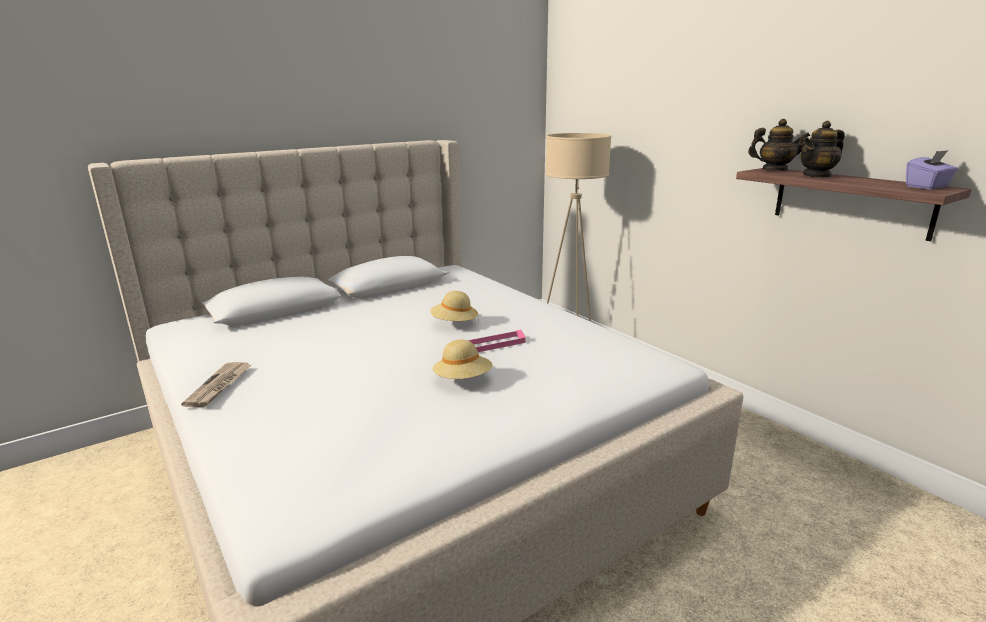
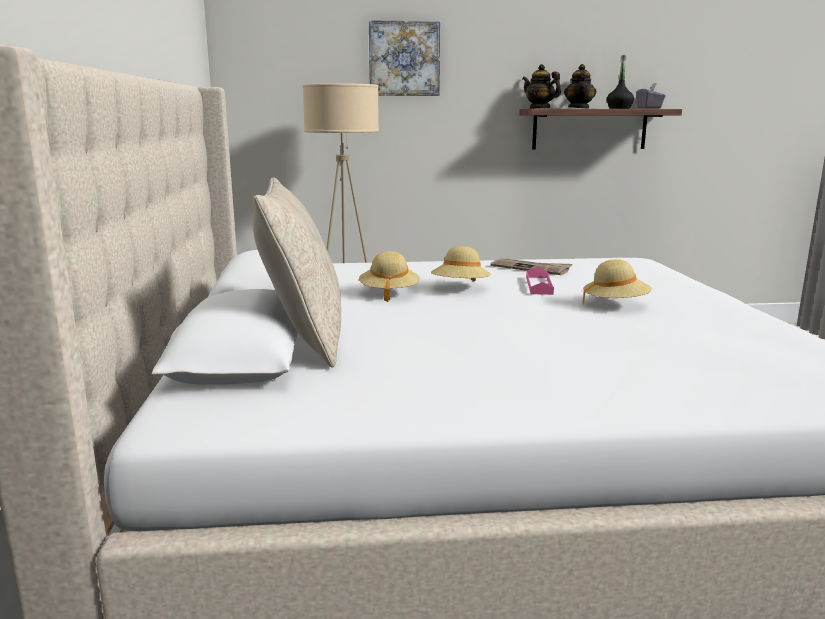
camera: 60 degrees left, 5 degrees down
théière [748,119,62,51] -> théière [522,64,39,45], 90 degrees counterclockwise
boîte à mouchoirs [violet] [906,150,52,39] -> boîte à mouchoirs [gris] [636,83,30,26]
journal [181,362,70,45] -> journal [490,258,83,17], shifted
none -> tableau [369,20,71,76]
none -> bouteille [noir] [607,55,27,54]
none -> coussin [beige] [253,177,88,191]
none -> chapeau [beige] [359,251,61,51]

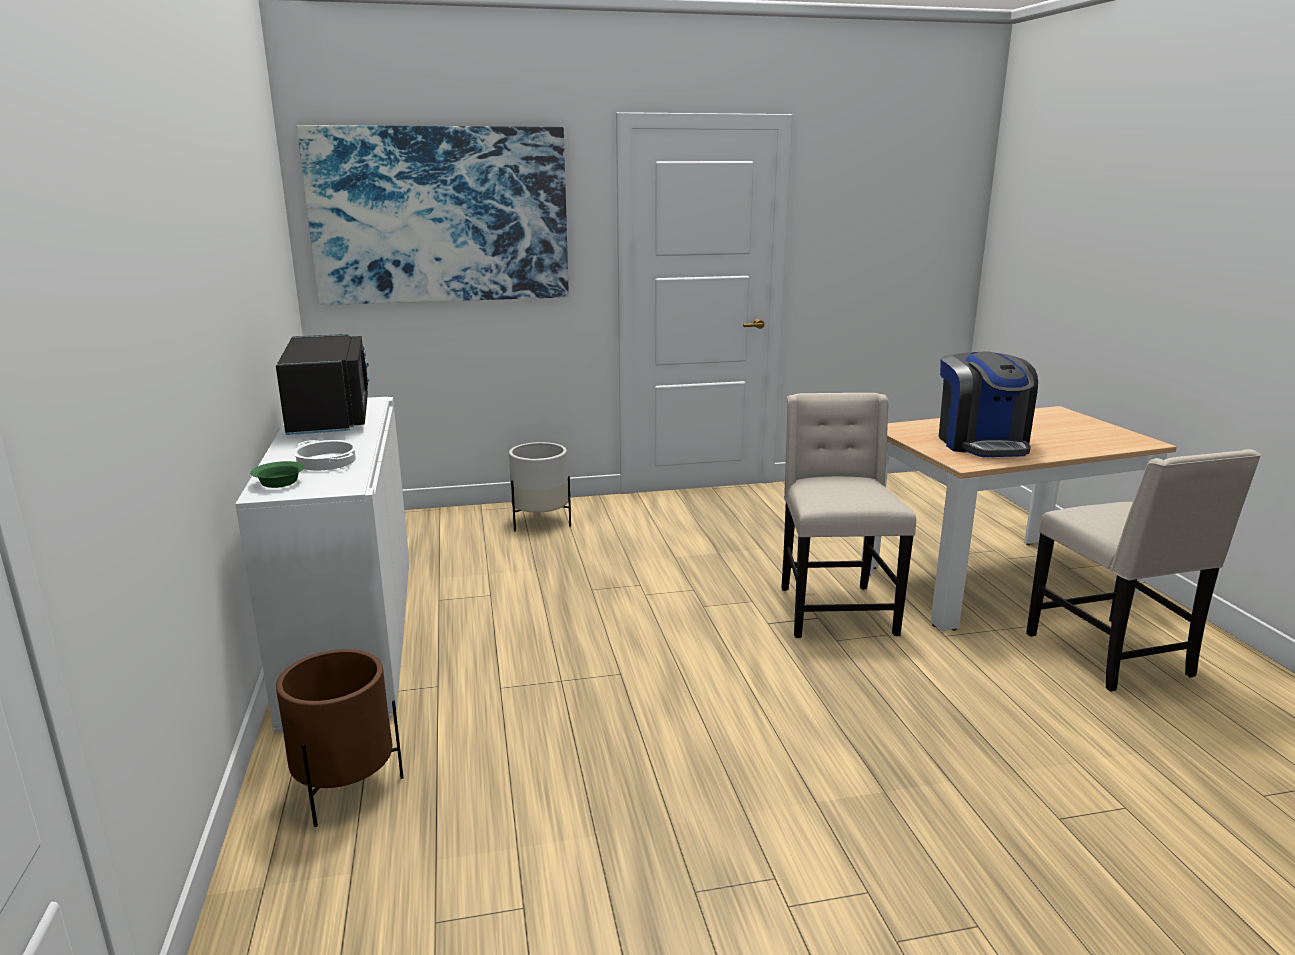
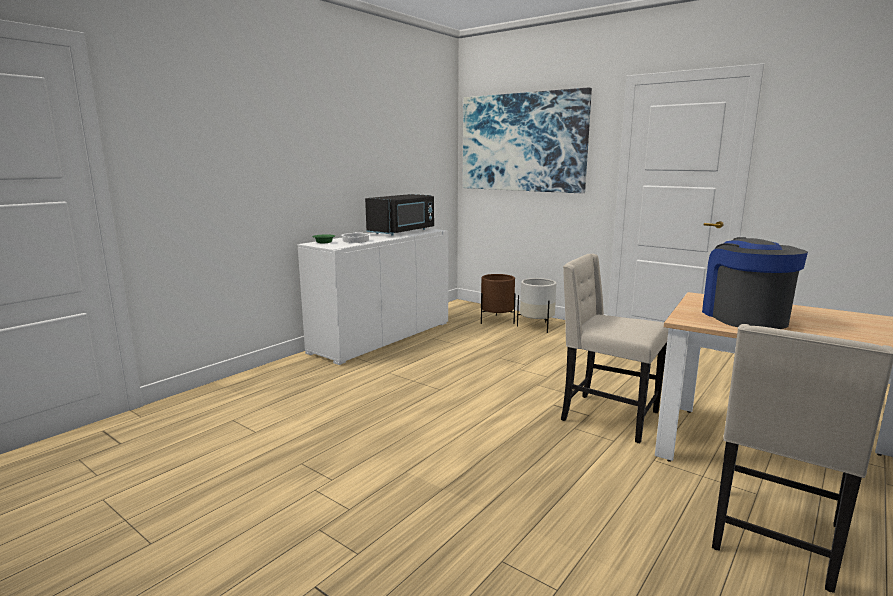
camera: 50 degrees right, 5 degrees down
machine à café [939,351,99,106] -> machine à café [702,238,106,91], 135 degrees clockwise
chaise [beige] [782,393,134,245] -> chaise [beige] [561,254,108,189], 105 degrees counterclockwise
cache-pot [marron] [276,649,127,178] -> cache-pot [marron] [481,274,35,50], shifted

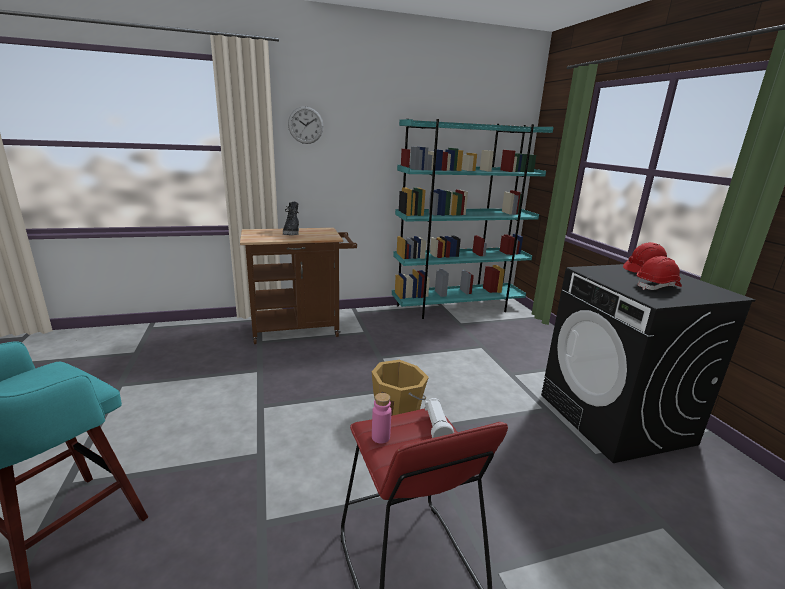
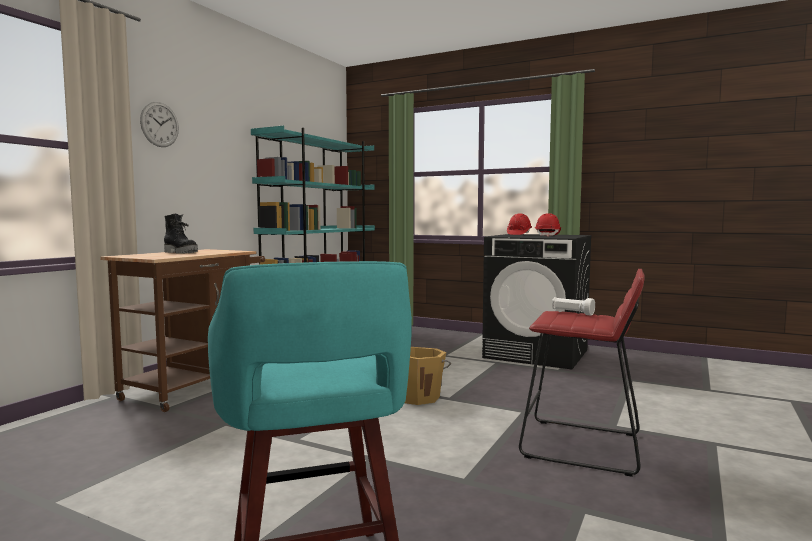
camera: 45 degrees left, 15 degrees down
bouteille [rose] [372,393,19,50] -> none

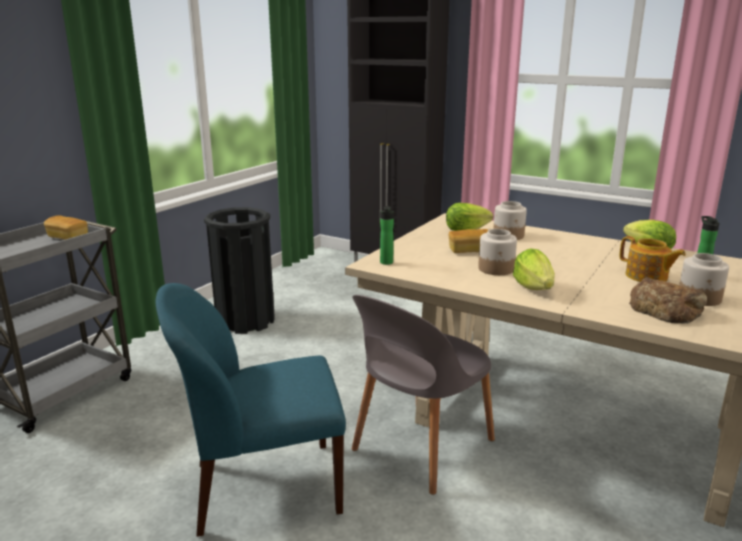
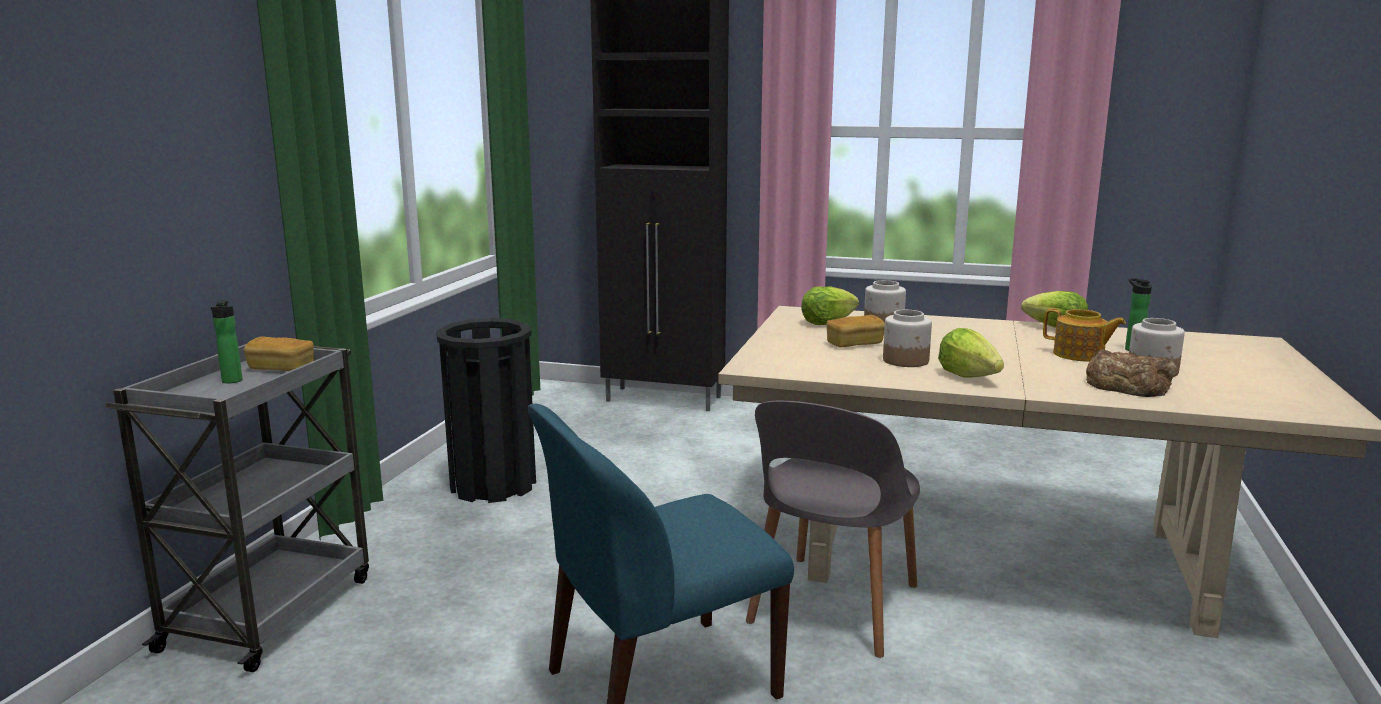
camera: 15 degrees left, 5 degrees down
bouteille [380,206,14,59] -> bouteille [210,300,33,83], shifted

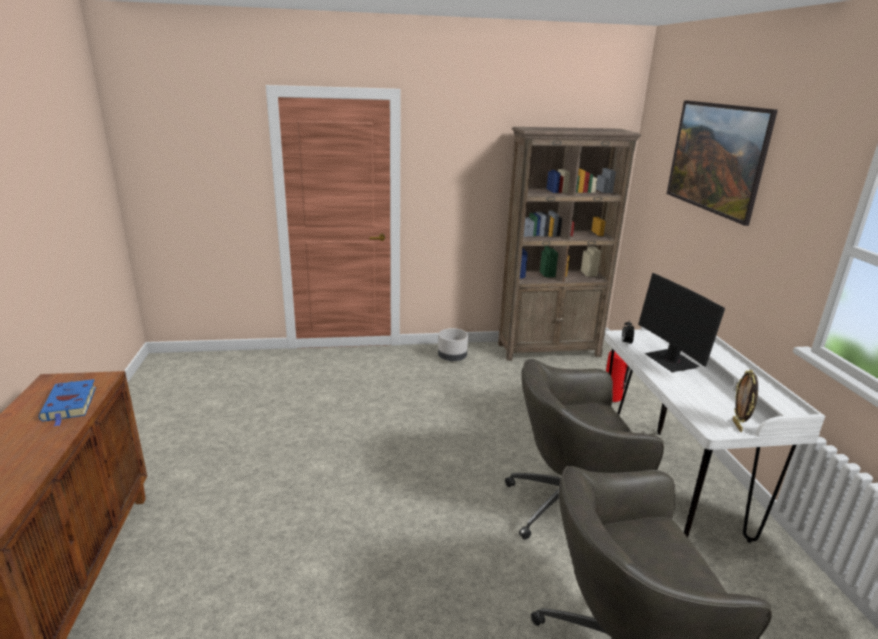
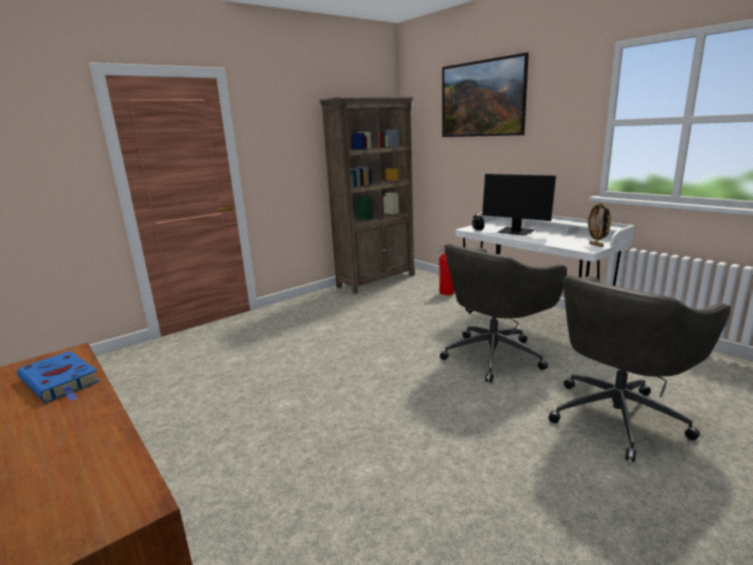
camera: 30 degrees left, 5 degrees down
cache-pot [gris] [438,328,30,33] -> none

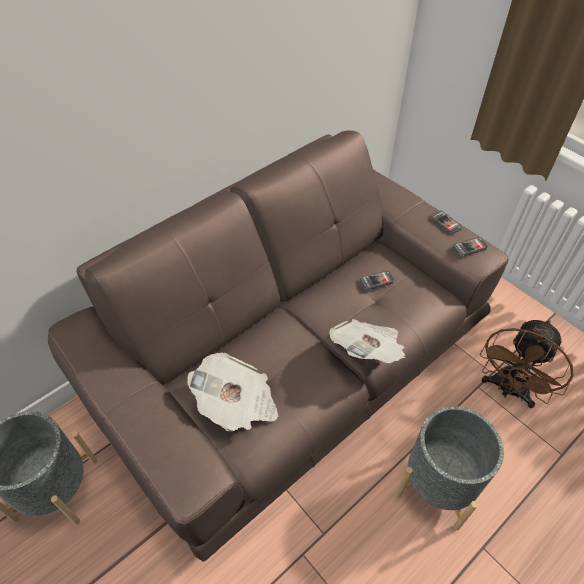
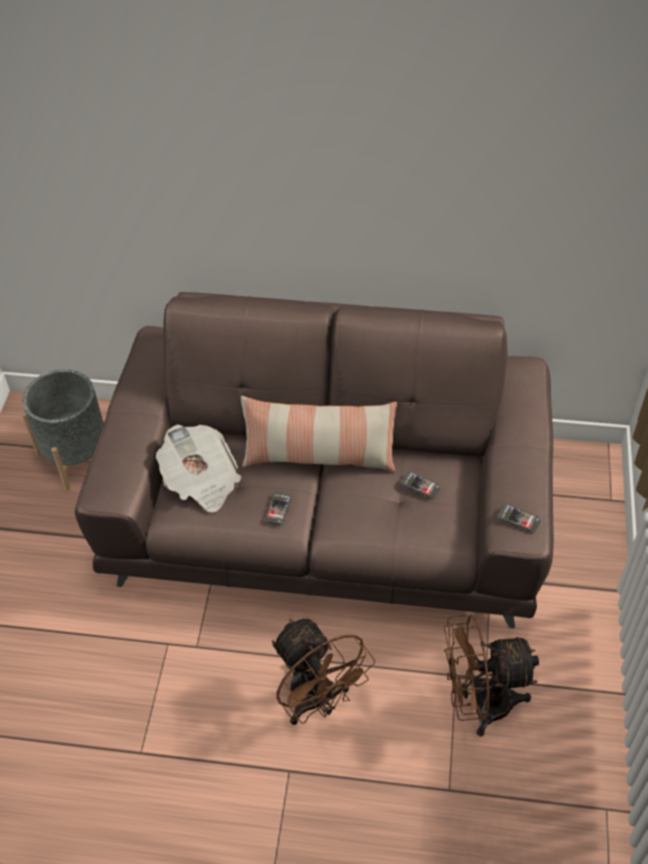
camera: 50 degrees right, 0 degrees up
téléphone [430,210,32,24] -> téléphone [265,491,27,35], shifted
journal [329,319,76,44] -> none
cache-pot [gris] [396,406,108,124] -> ventilateur [marron] [272,619,103,106]
none -> coussin [241,396,156,76]

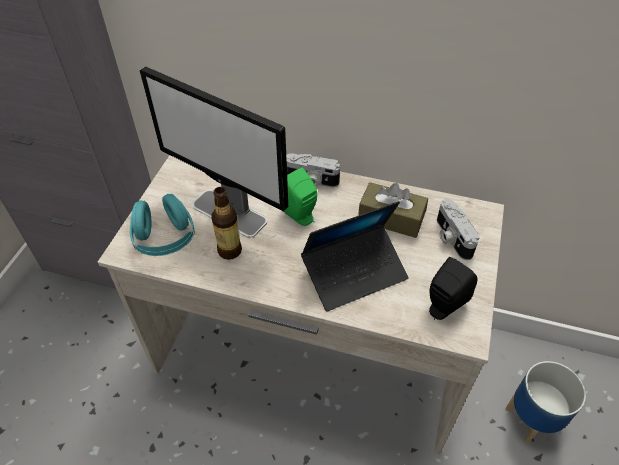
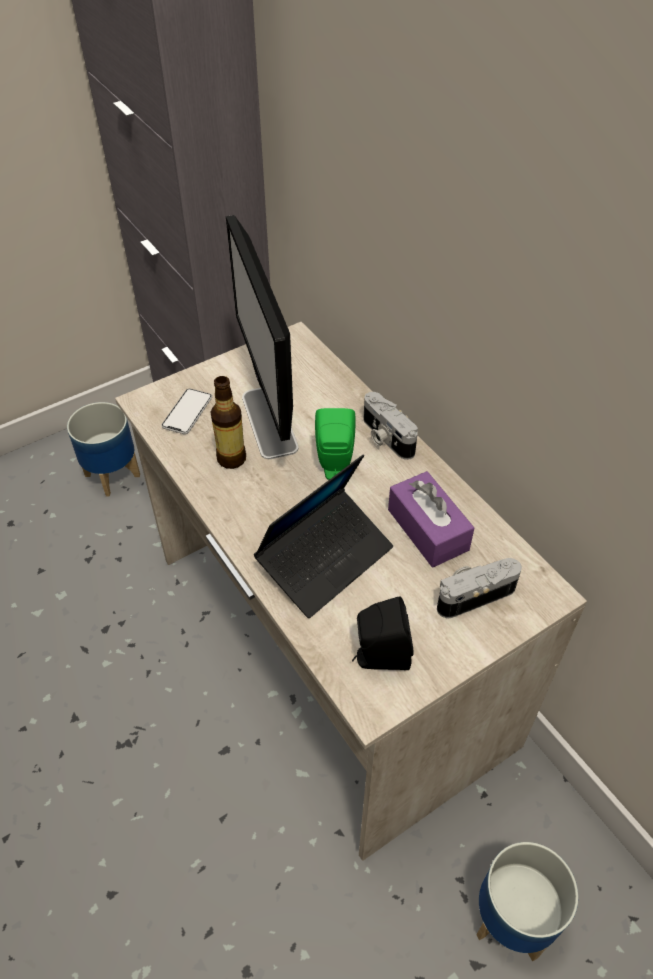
camera: 40 degrees right, 0 degrees up
boîte à mouchoirs [marron] [358,182,70,56] -> boîte à mouchoirs [violet] [388,471,86,96]
casque audio [turquoise] [130,194,65,62] -> téléphone [161,389,51,45]
appareil photo [437,199,42,61] -> appareil photo [437,558,85,60], 45 degrees clockwise
ordinateur portable [301,201,108,111] -> ordinateur portable [254,455,139,163], 60 degrees counterclockwise
none -> cache-pot [67,402,73,95]

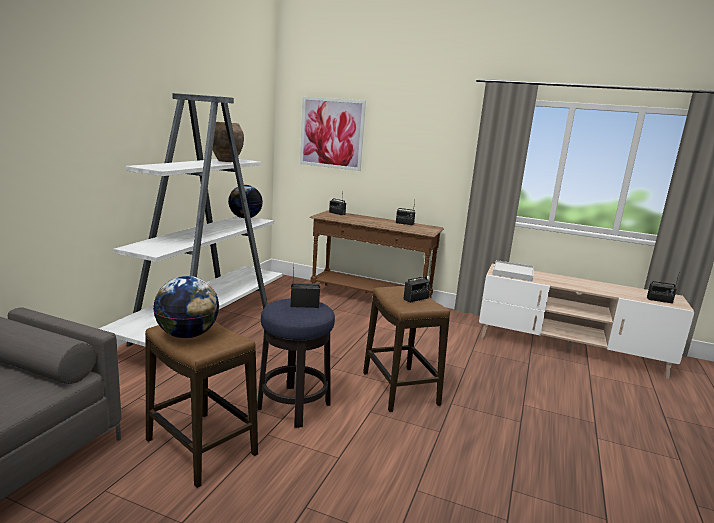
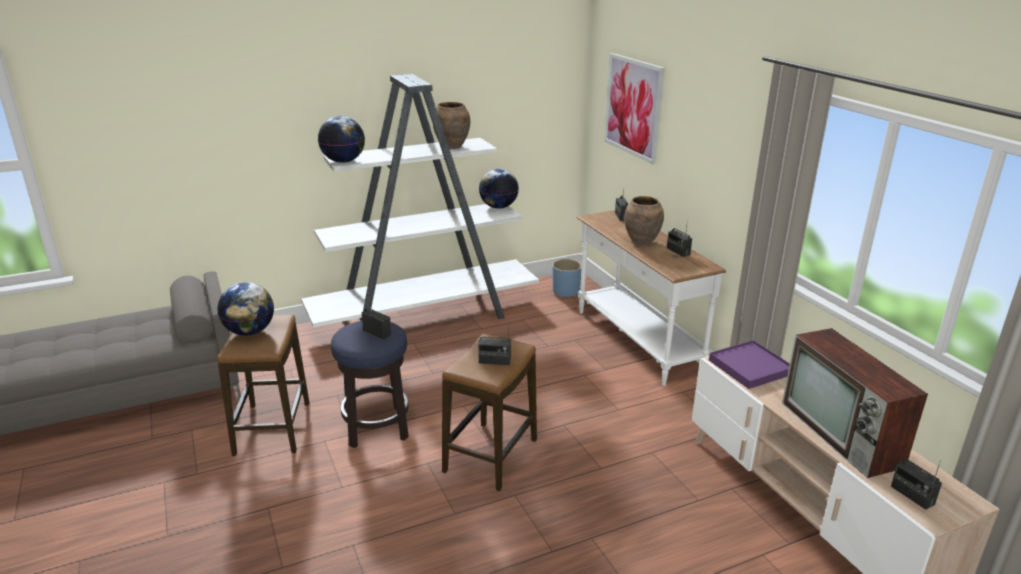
camera: 45 degrees right, 10 degrees up
table console [marron] [310,210,134,88] -> table console [blanc] [576,210,150,176]
plateau [blanc] [492,260,42,21] -> plateau [violet] [709,340,81,49]
none -> globe [318,116,47,47]
none -> vase [marron] [624,196,40,49]
none -> cache-pot [bleu] [552,259,29,38]
none -> téléviseur [782,328,146,150]

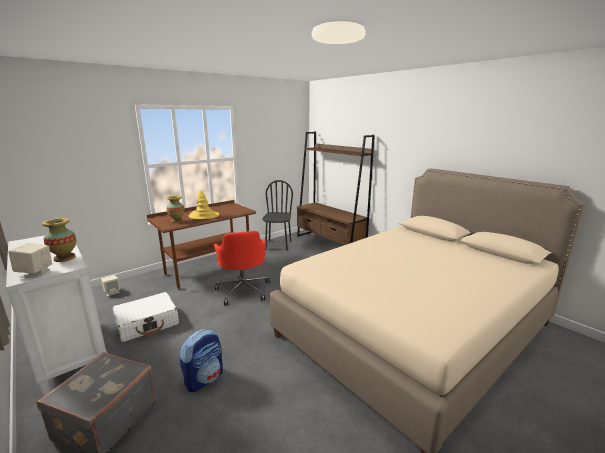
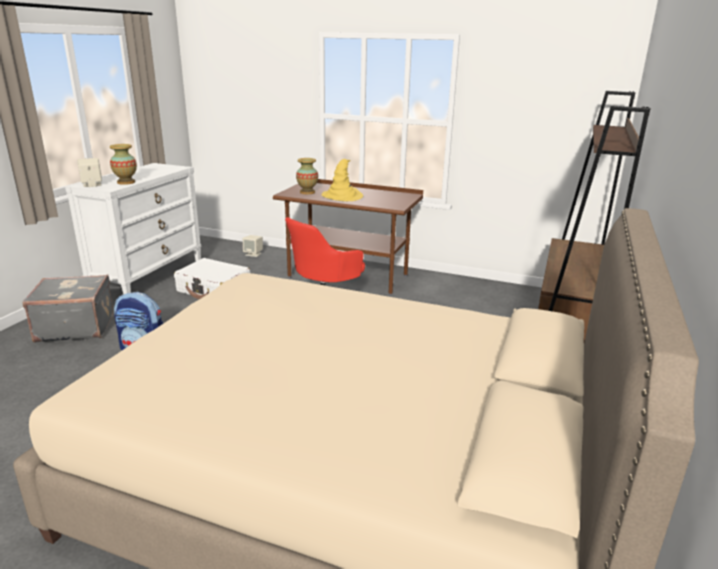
camera: 60 degrees right, 5 degrees up
chaise [noir] [262,180,31,71] -> none

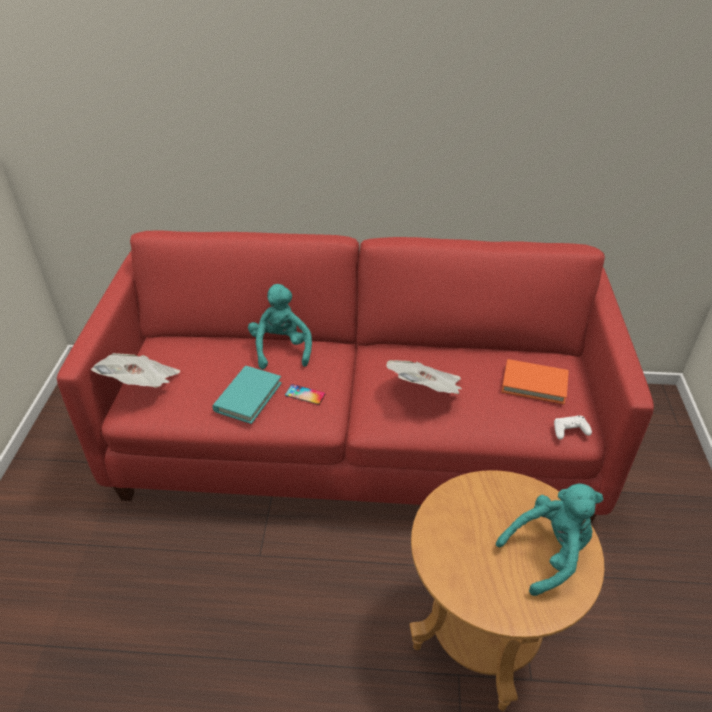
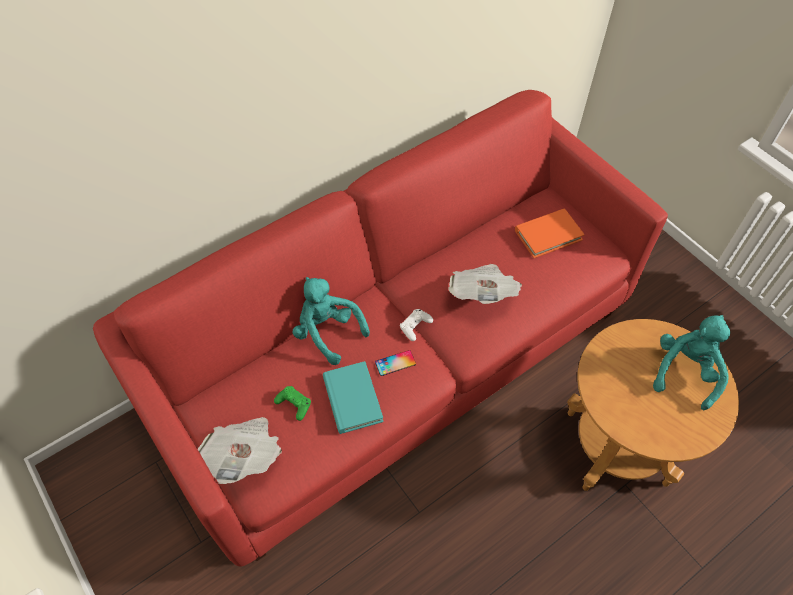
camera: 40 degrees left, 15 degrees up
manette [blanc] [554,416,38,23] -> manette [blanc] [400,309,33,32], shifted
none -> manette [vert] [274,386,37,35]

